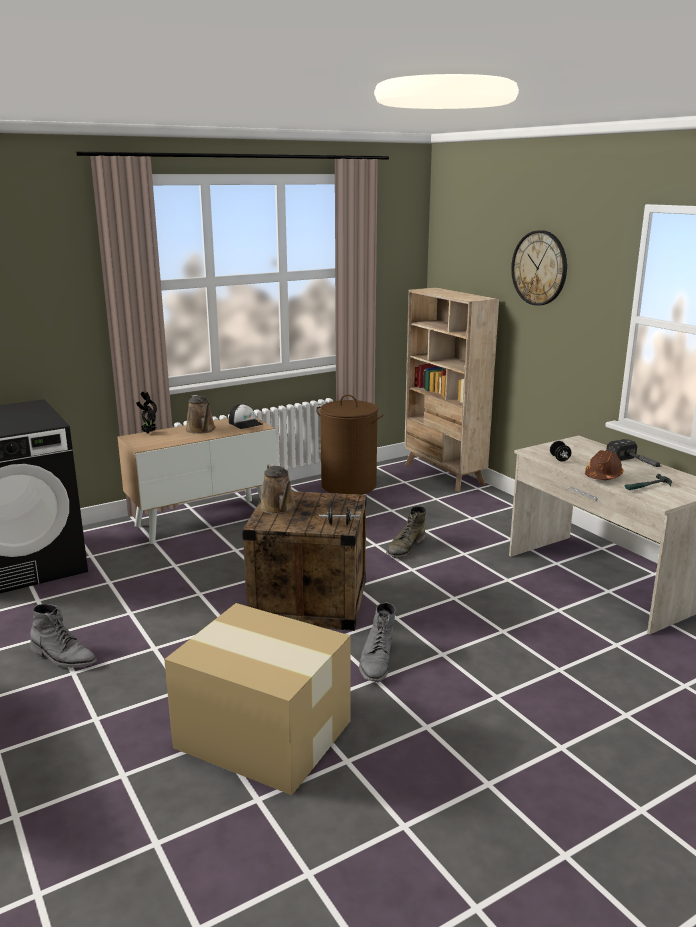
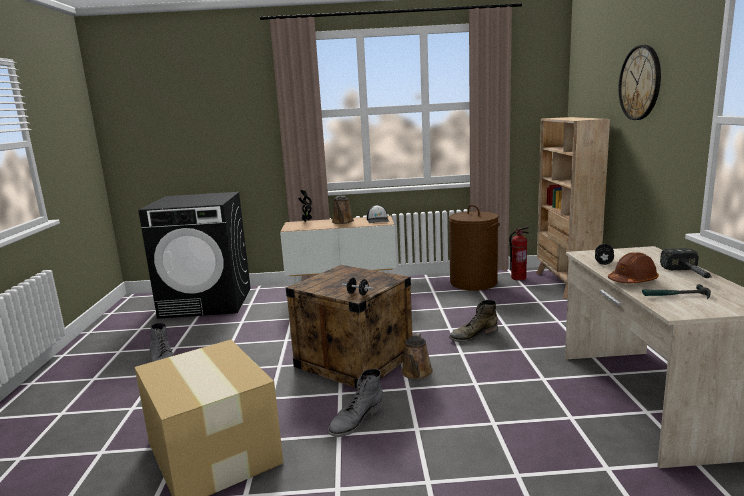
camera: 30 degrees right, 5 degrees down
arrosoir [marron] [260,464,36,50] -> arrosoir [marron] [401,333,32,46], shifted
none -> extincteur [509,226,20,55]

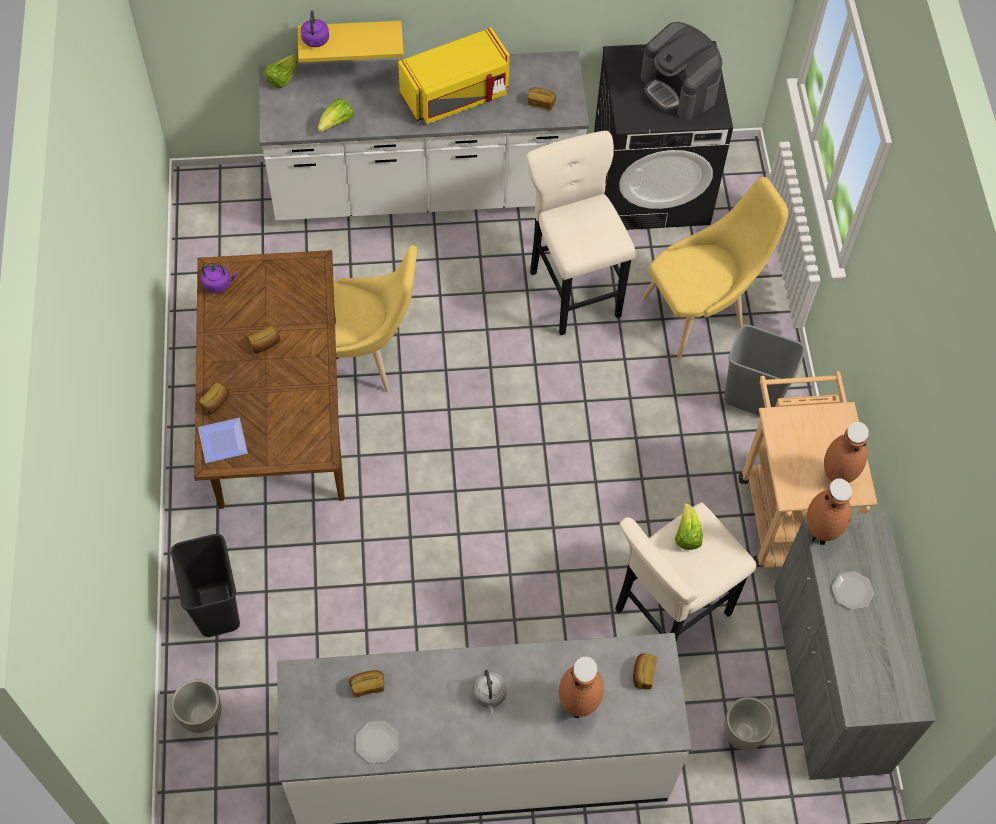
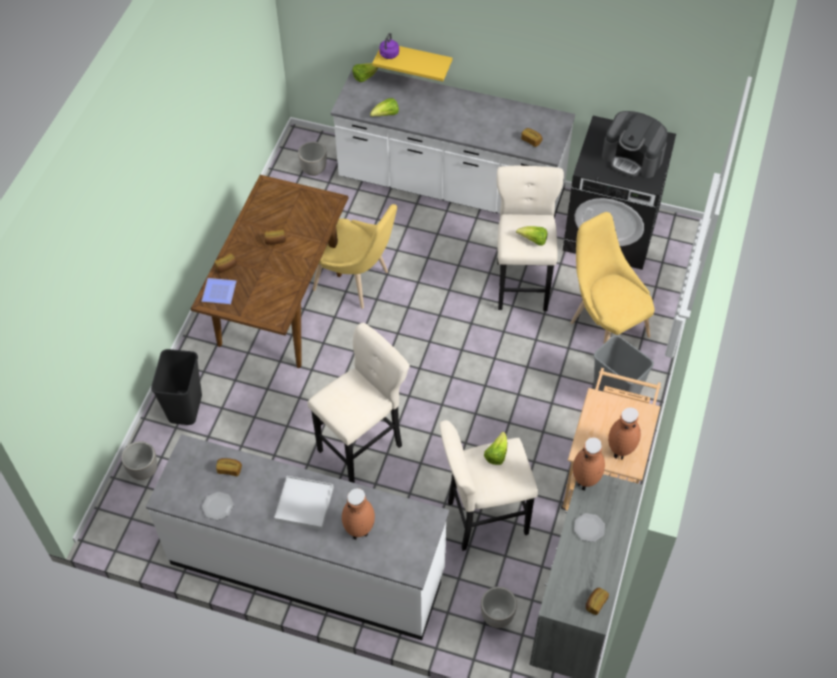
camera: 25 degrees right, 5 degrees down
machine à café [640,22,82,98] -> machine à café [602,111,66,67], 45 degrees counterclockwise
micro-ondes [jaune] [398,28,112,96] -> none
chaise [jaune] [642,177,146,182] -> chaise [jaune] [570,212,85,131], 120 degrees counterclockwise
bouilloire [violet] [200,264,37,29] -> none
pain [633,653,24,37] -> pain [586,588,23,27], shifted
bouilloire [gris] [473,670,34,43] -> plateau [blanc] [274,476,60,54]
none -> cache-pot [298,142,29,34]
none -> laitue [516,226,31,20]
none -> tabouret [beige] [308,323,102,160]

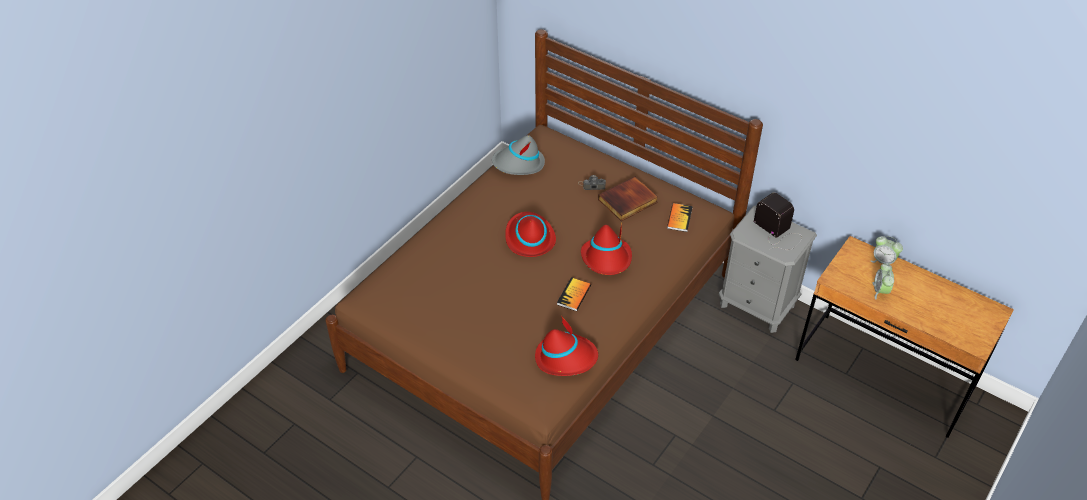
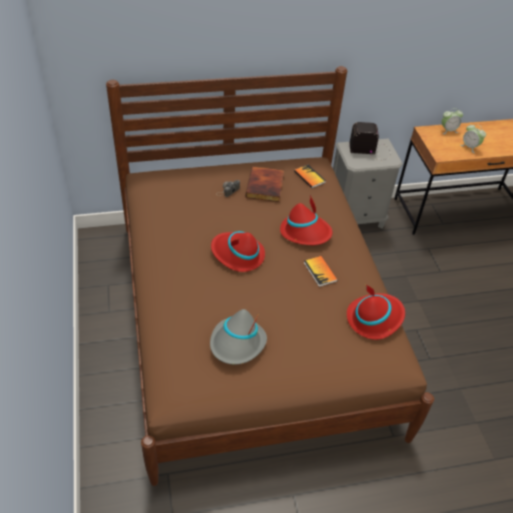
camera: 50 degrees left, 0 degrees up
chapeau [gris] [492,135,53,40] -> chapeau [gris] [210,309,57,55], shifted

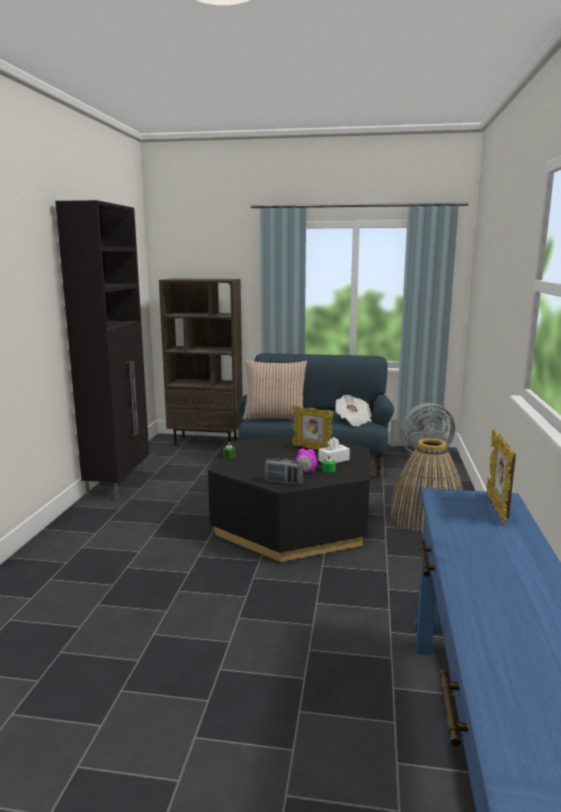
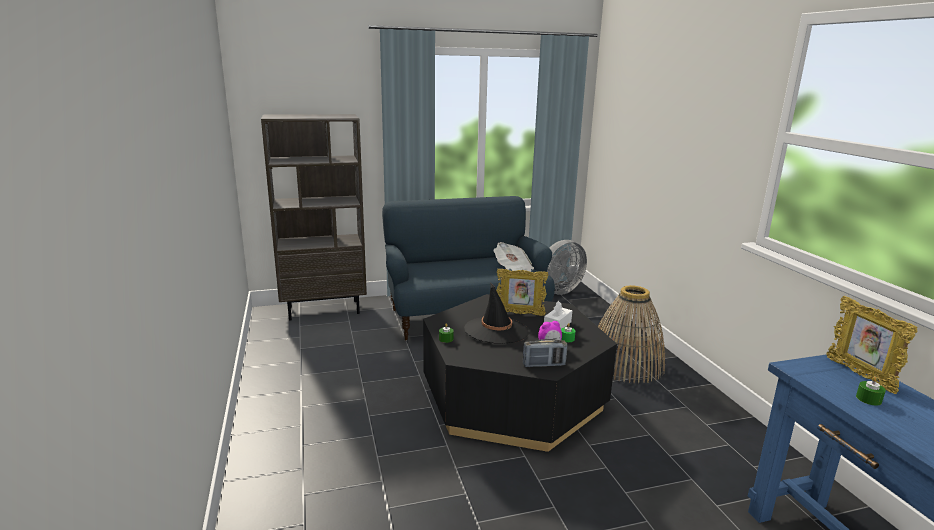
camera: 25 degrees left, 5 degrees up
meuble de rangement [noir] [55,200,94,300] -> none
coussin [243,360,64,60] -> none
none -> chapeau [noir] [464,282,65,62]
none -> bougie [vert] [856,376,30,30]

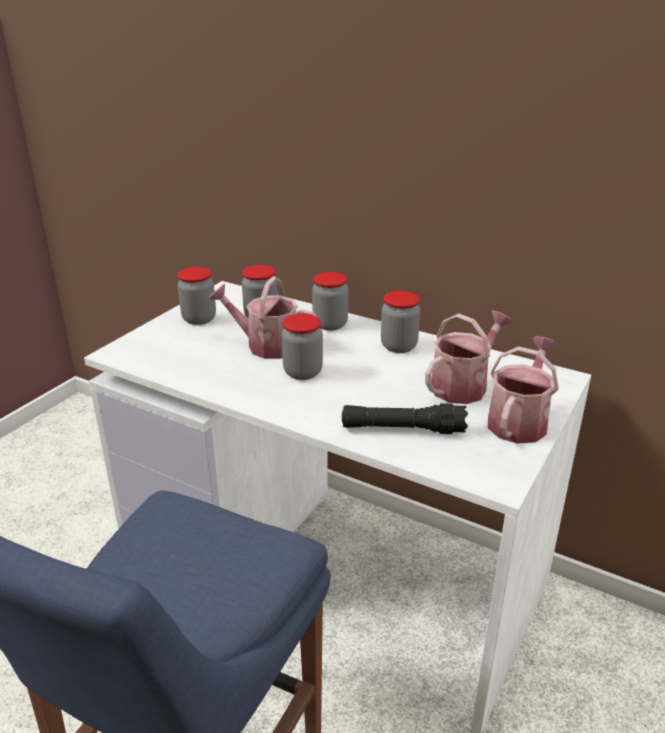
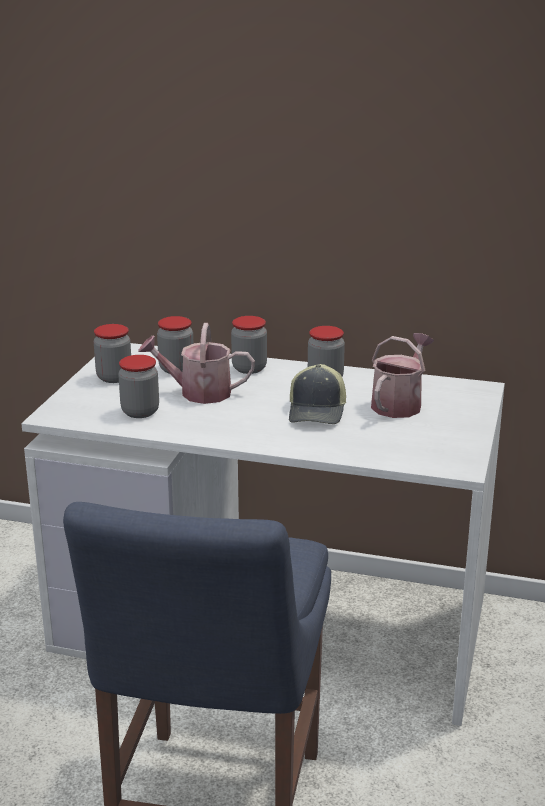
camera: 15 degrees left, 5 degrees down
bocal [282,314,41,66] -> bocal [118,355,41,63], shifted
arrosoir [488,336,71,108] -> none
lampe de poche [noir] [342,403,126,31] -> none
none -> casquette [289,364,57,60]

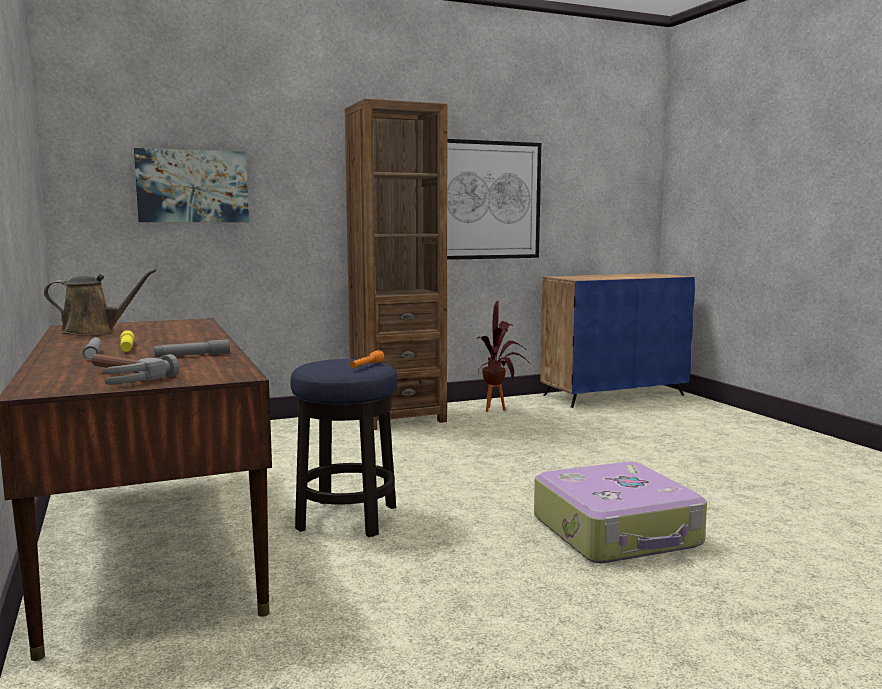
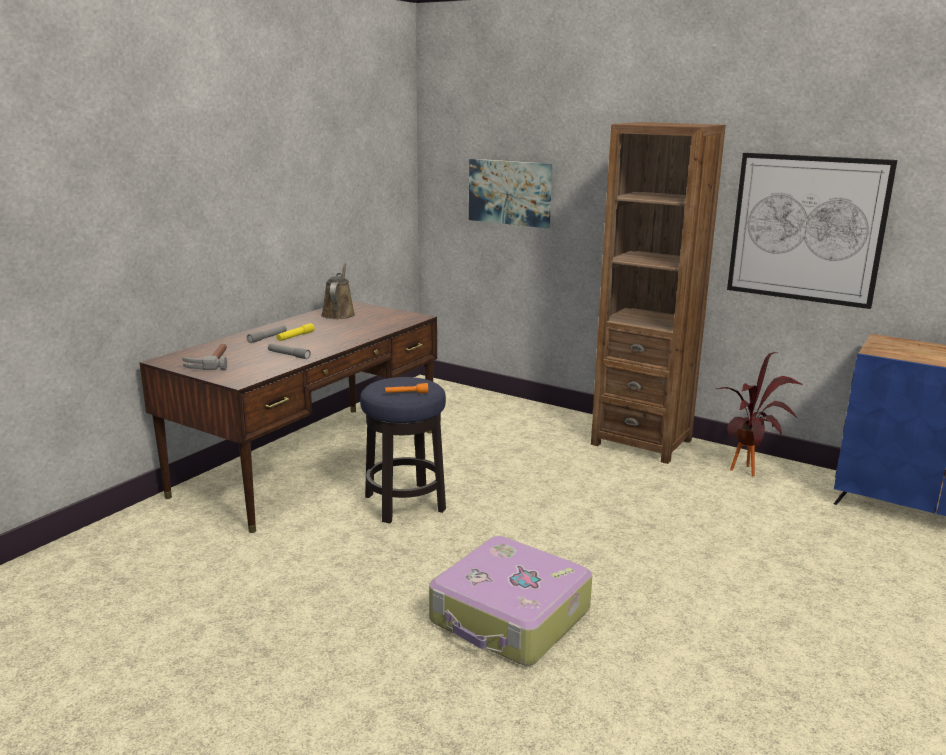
camera: 55 degrees right, 10 degrees up
arrosoir [marron] [44,269,112,66] -> arrosoir [marron] [321,263,34,56], 135 degrees counterclockwise

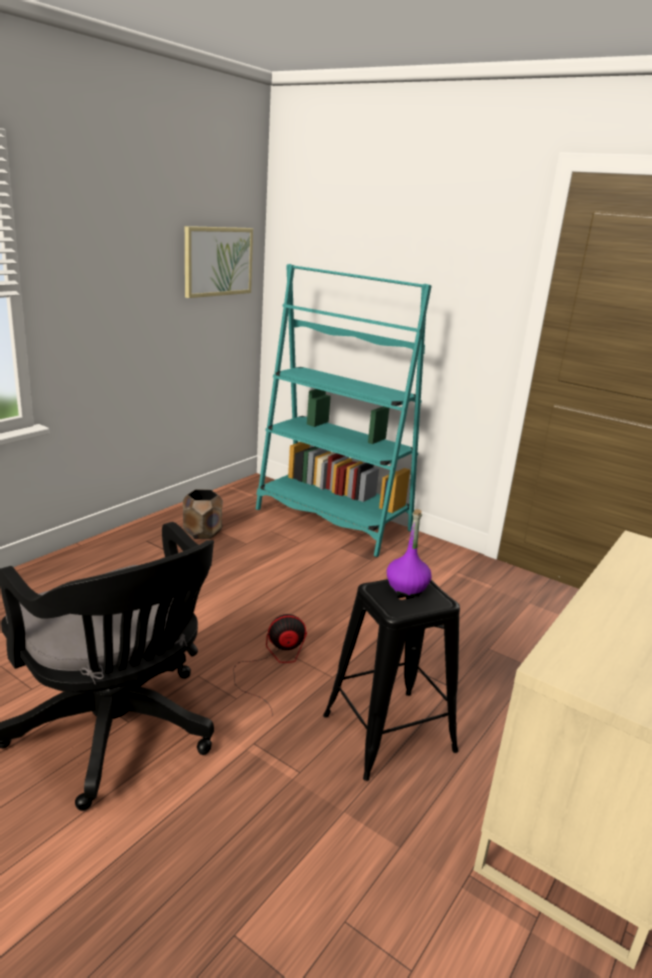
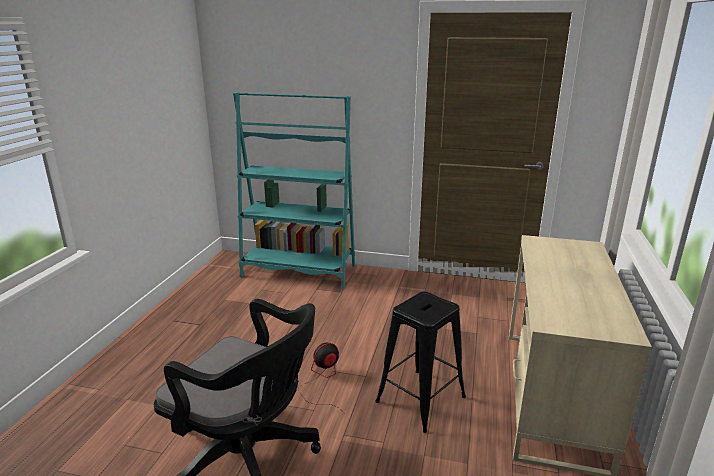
camera: 20 degrees left, 0 degrees up
tableau [185,226,68,72] -> none
cache-pot [marron] [183,489,40,50] -> none
bouteille [violet] [387,509,45,87] -> none

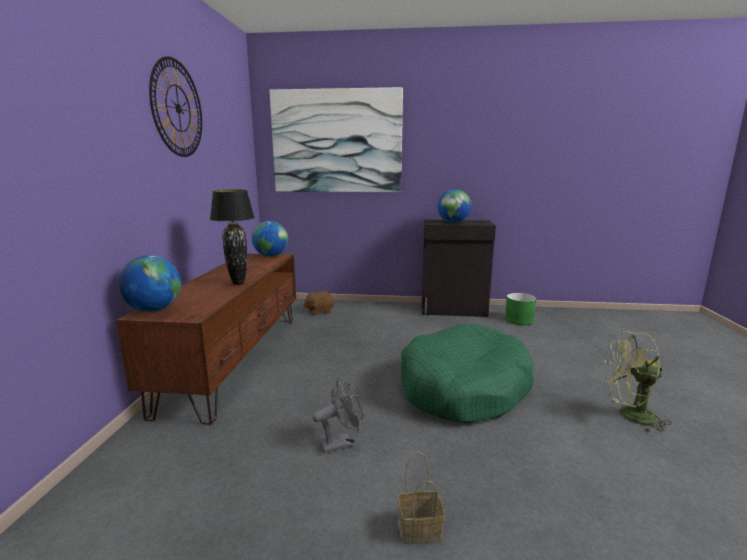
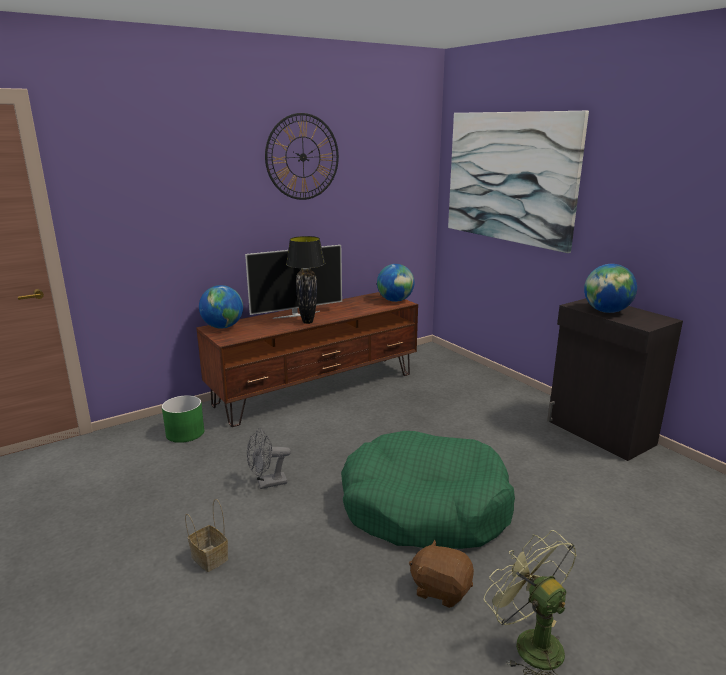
camera: 50 degrees right, 5 degrees up
peluche [marron] [303,291,31,24] -> peluche [marron] [409,539,65,69], shifted
cache-pot [vert] [505,293,31,32] -> cache-pot [vert] [162,395,42,48], shifted
ventilateur [gris] [312,379,51,75] -> ventilateur [gris] [247,428,44,61], 135 degrees clockwise
none -> téléviseur [245,245,97,74]

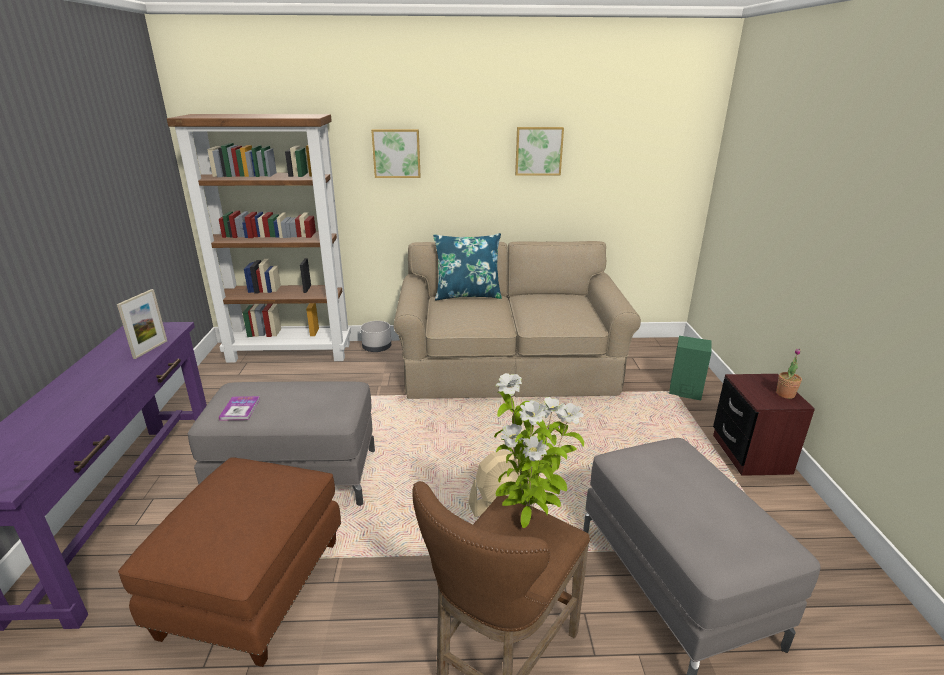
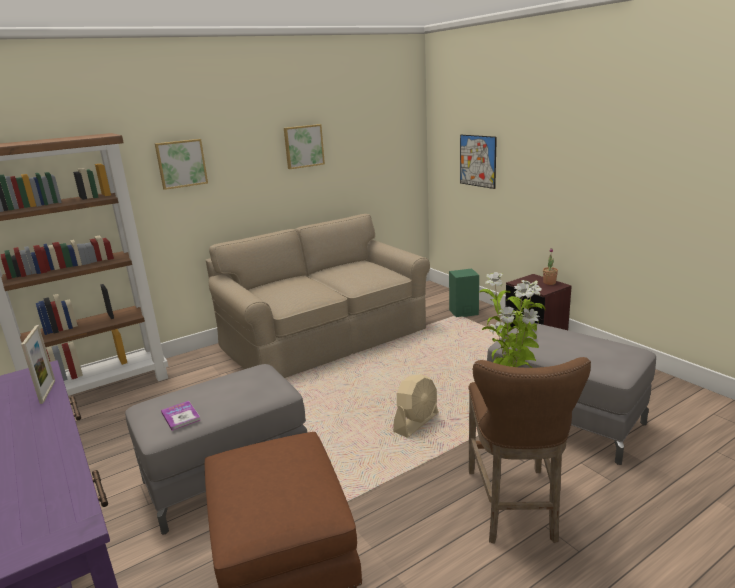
camera: 30 degrees left, 5 degrees down
coussin [bleu] [433,233,69,67] -> none
cache-pot [gris] [361,321,30,31] -> none
none -> tableau [460,135,37,54]

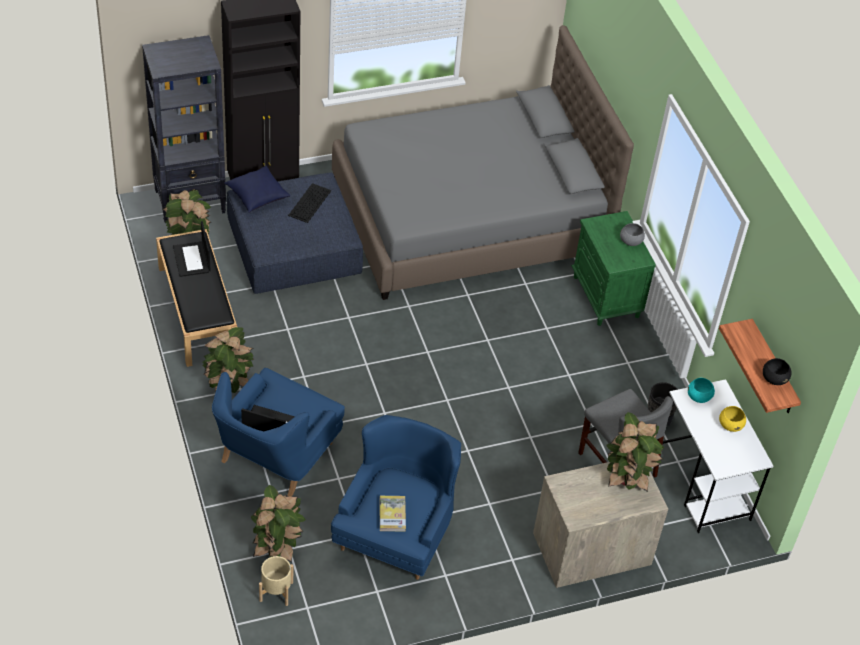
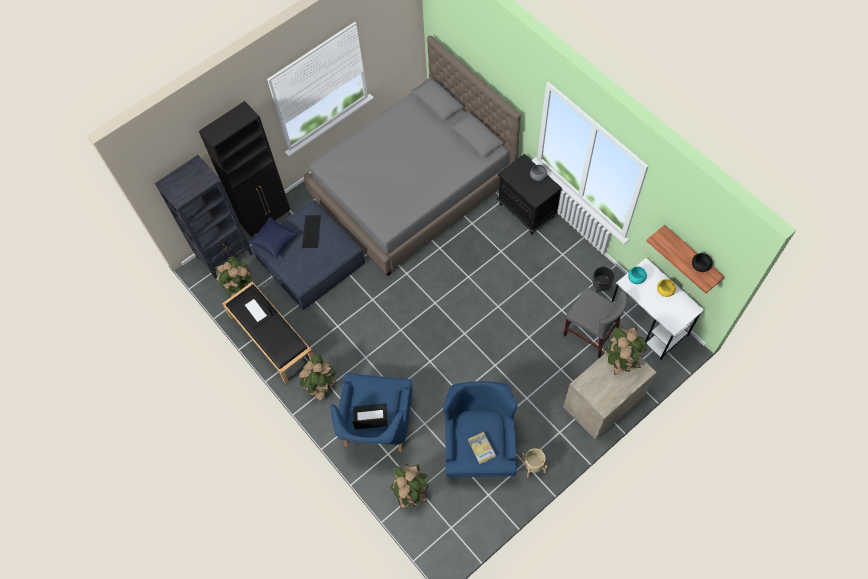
camera: 15 degrees left, 15 degrees up
table de chevet [vert] [571,211,85,115] -> table de chevet [noir] [497,154,65,81]
cache-pot [beige] [259,556,34,50] -> cache-pot [beige] [521,448,26,30], shifted

